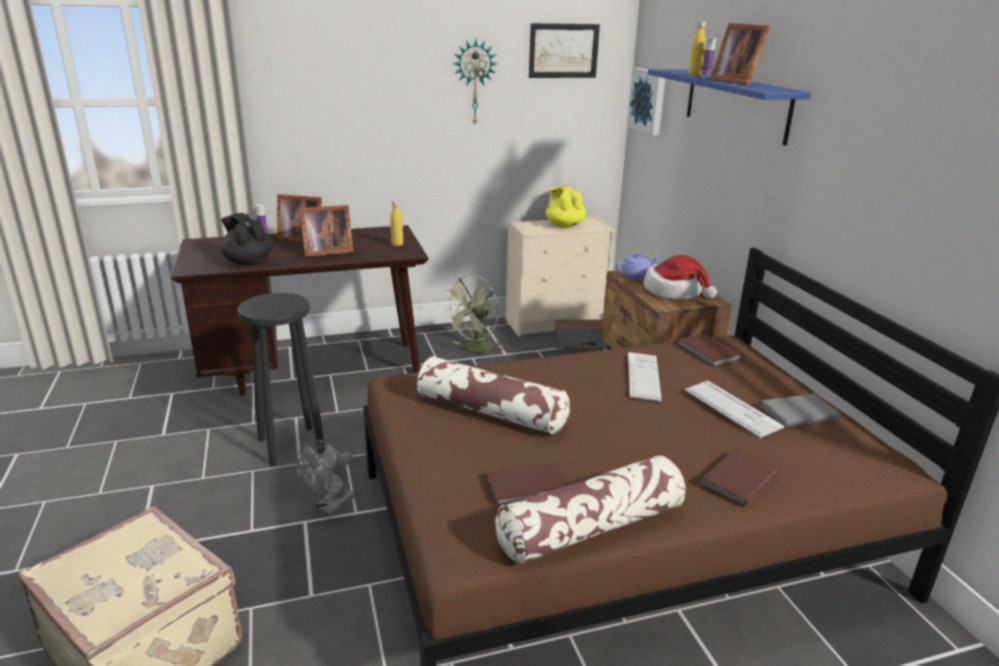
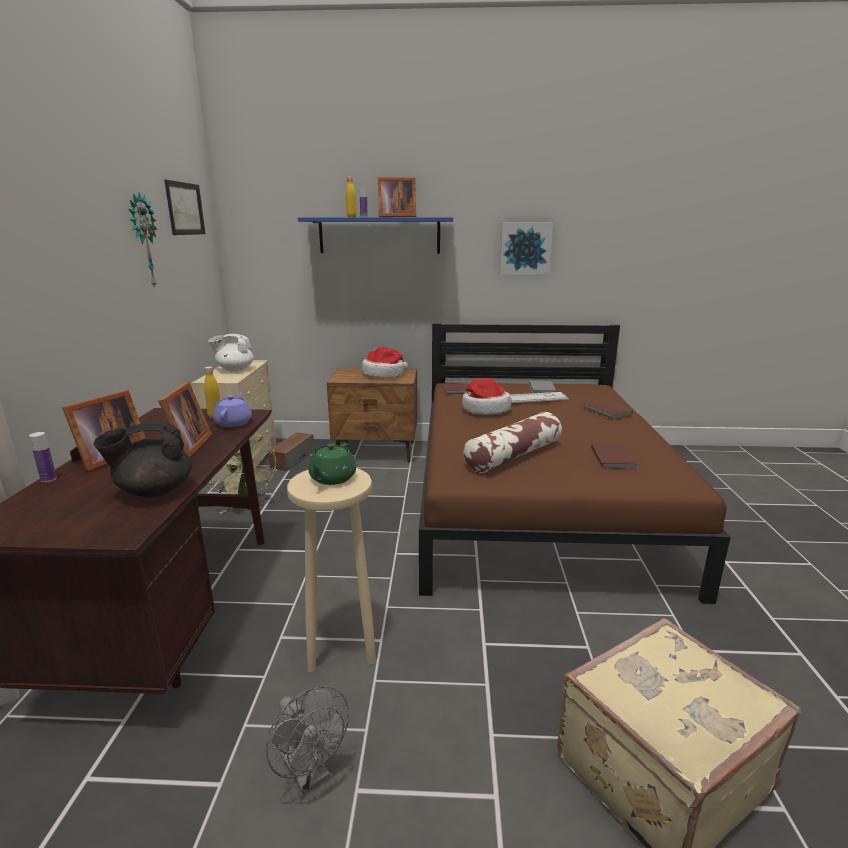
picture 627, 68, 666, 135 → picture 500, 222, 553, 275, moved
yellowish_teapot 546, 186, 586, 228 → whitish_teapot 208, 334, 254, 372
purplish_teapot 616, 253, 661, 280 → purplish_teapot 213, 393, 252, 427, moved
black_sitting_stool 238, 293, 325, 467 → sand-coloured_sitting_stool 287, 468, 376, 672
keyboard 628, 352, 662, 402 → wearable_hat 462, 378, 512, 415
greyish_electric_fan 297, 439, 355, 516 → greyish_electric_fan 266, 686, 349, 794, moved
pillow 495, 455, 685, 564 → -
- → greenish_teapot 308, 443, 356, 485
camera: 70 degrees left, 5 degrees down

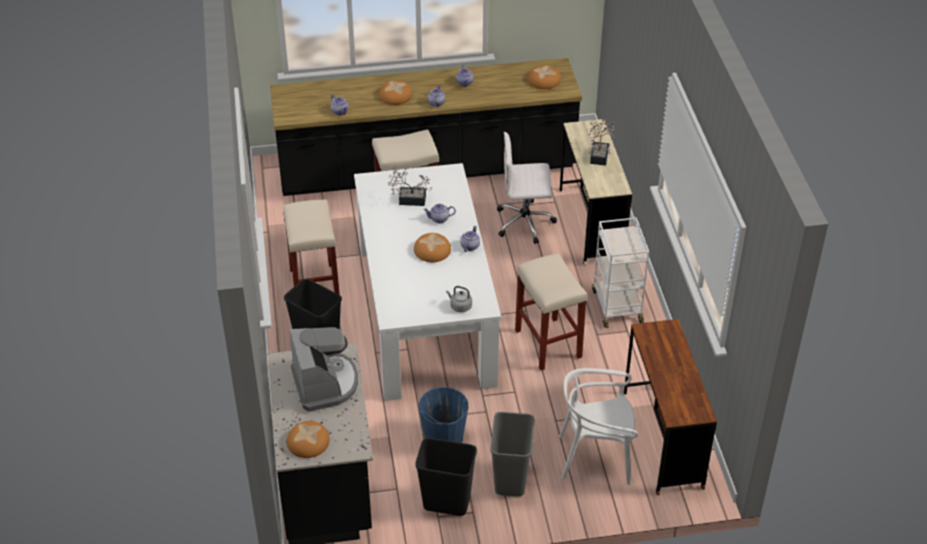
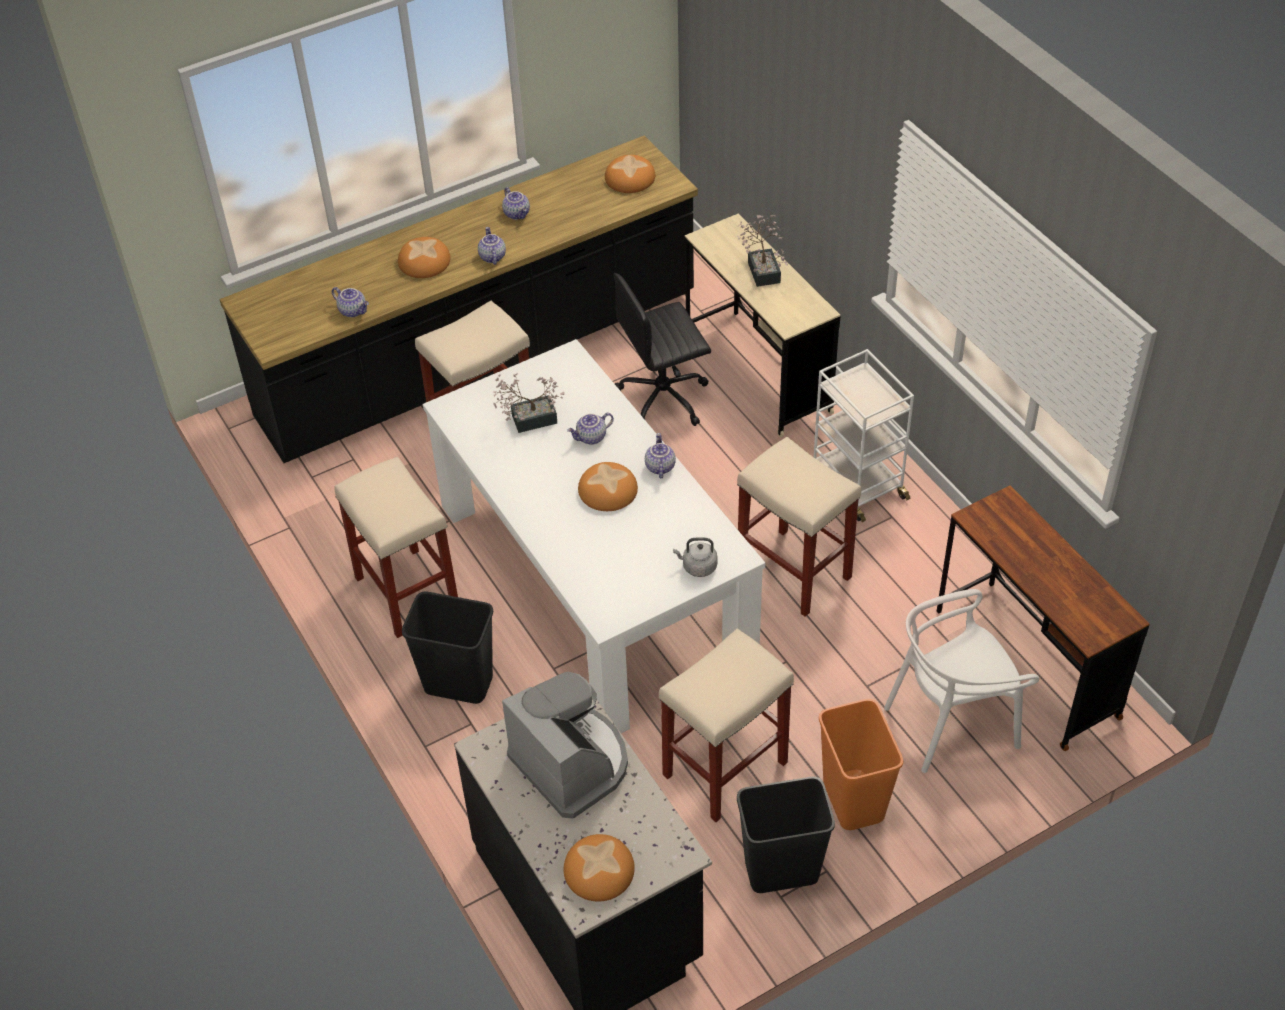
whitish_desk_chair 497, 132, 557, 244 → black_desk_chair 613, 273, 711, 426
bluish_water_bucket 419, 387, 468, 443 → sand-coloured_sitting_stool 659, 628, 794, 822
greyish_waste_bin 490, 412, 534, 497 → orange_waste_bin 819, 699, 903, 830
camera: 20 degrees left, 5 degrees up

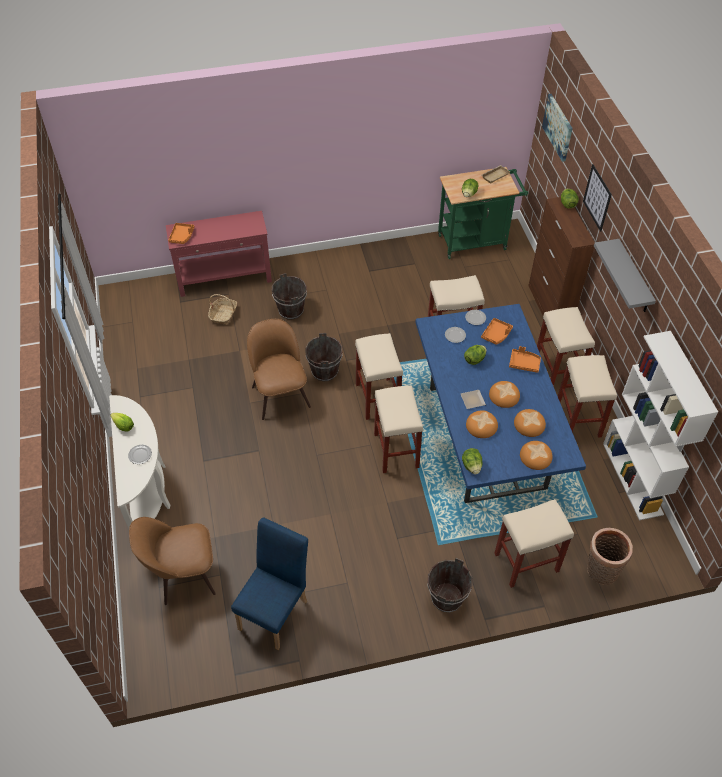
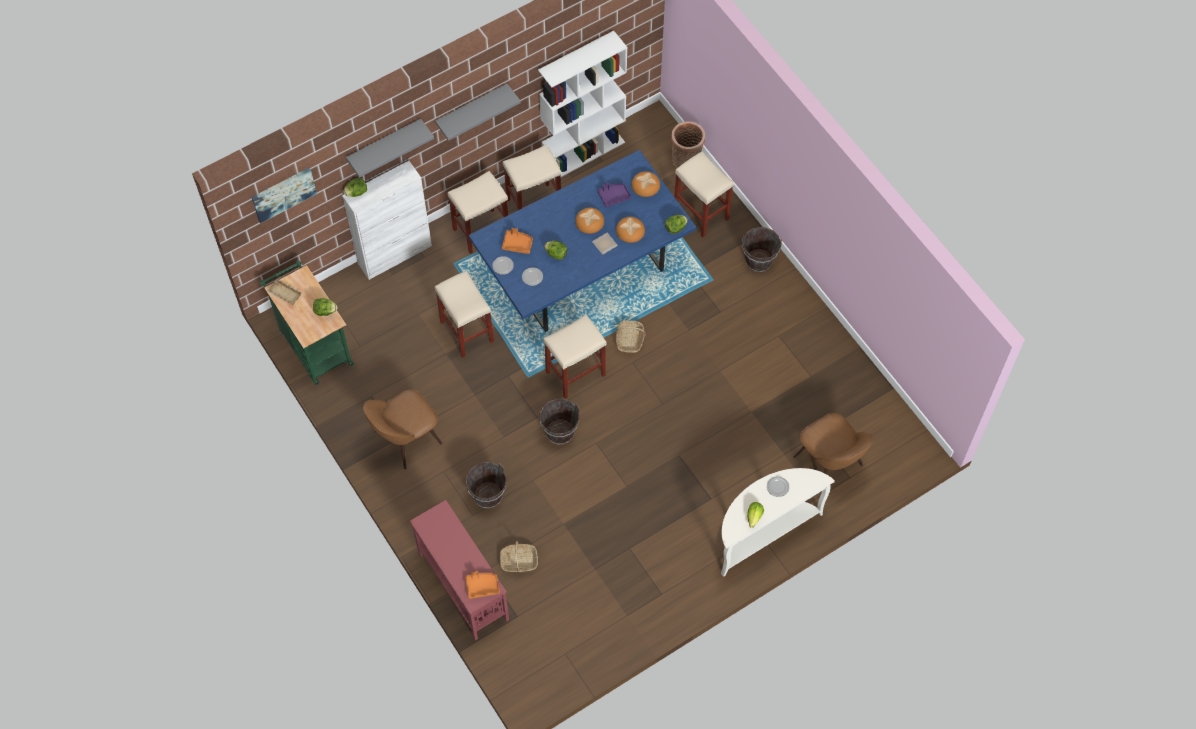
picture 583, 164, 612, 231 → greyish_shelf 346, 119, 434, 178
brown-coloured_cupboard 528, 197, 594, 316 → whitish_cupboard 342, 161, 432, 280
brown-coloured_upright_chair 247, 319, 311, 420 → brown-coloured_upright_chair 363, 389, 442, 469, moved
orange_serving_tray 509, 346, 541, 373 → -
sand-coloured_sitting_stool 374, 385, 423, 473 → household_basket 616, 321, 646, 353
baked_bread 514, 409, 546, 437 → purplish_serving_tray 597, 183, 631, 208
bluish_upright_chair 231, 518, 308, 650 → -
camera: 110 degrees left, 10 degrees up

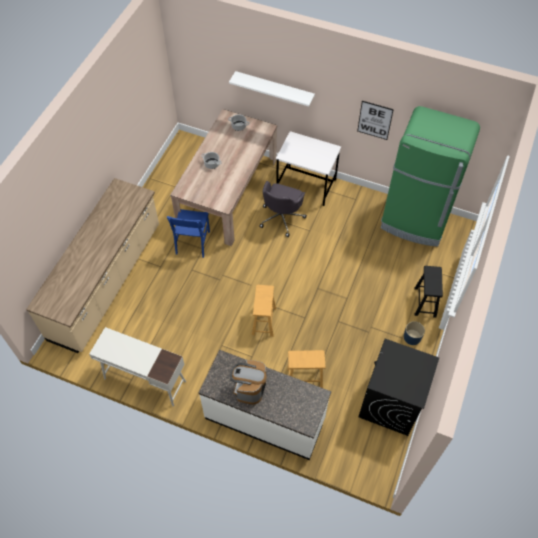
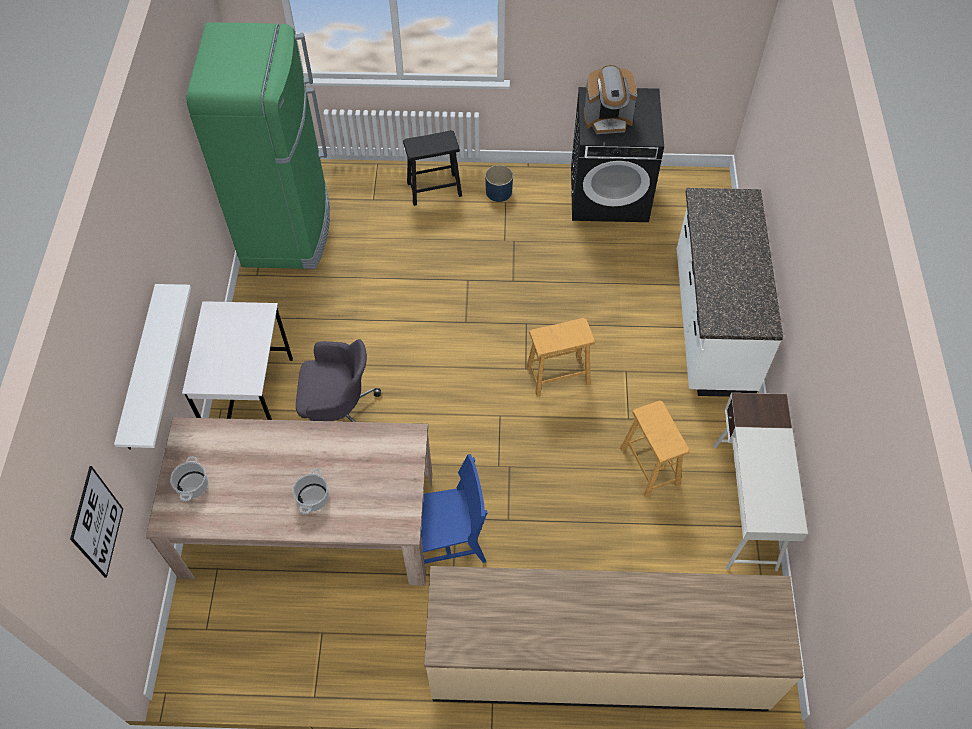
picture 357, 101, 394, 140 → picture 70, 466, 123, 578, moved
brown-coloured_sitting_stool 287, 350, 325, 388 → brown-coloured_sitting_stool 620, 401, 690, 497, moved
coffee_brewer 230, 360, 267, 405 → coffee_brewer 584, 65, 637, 134, moved
camera: 110 degrees left, 0 degrees up

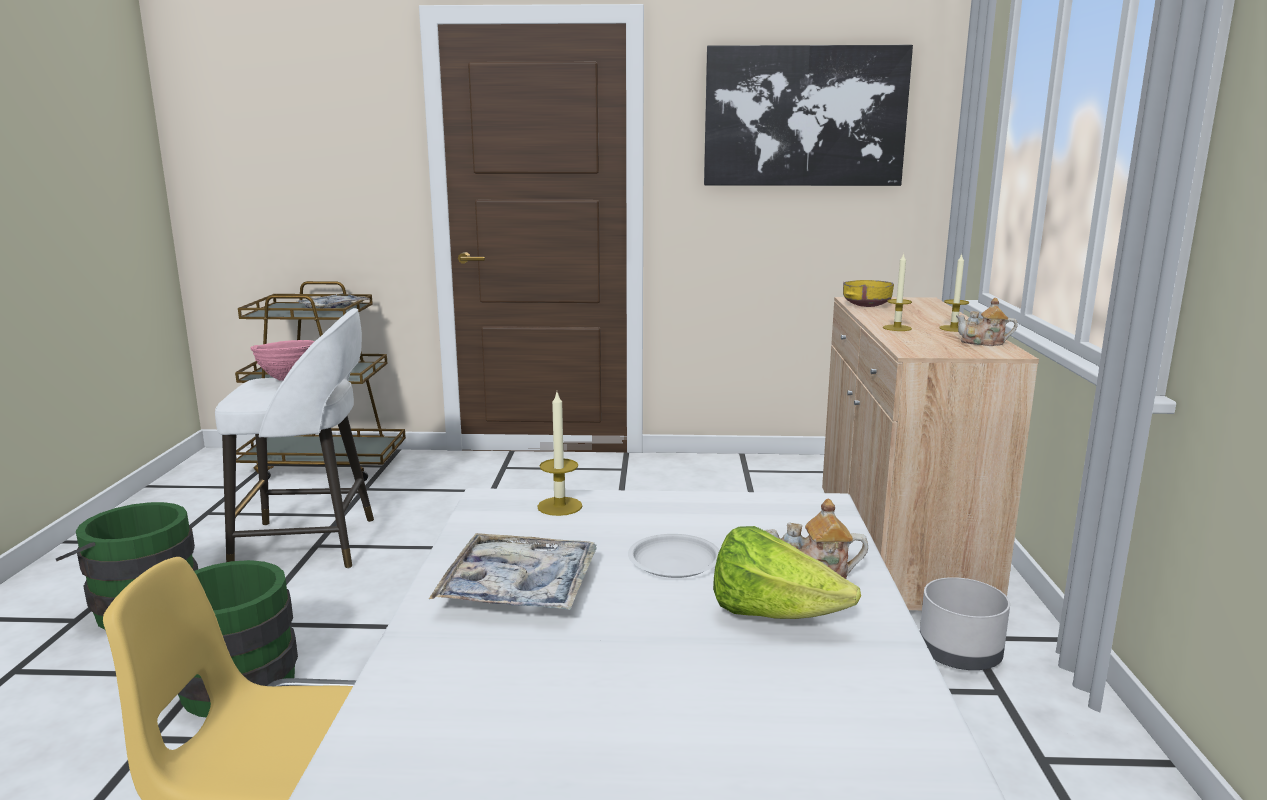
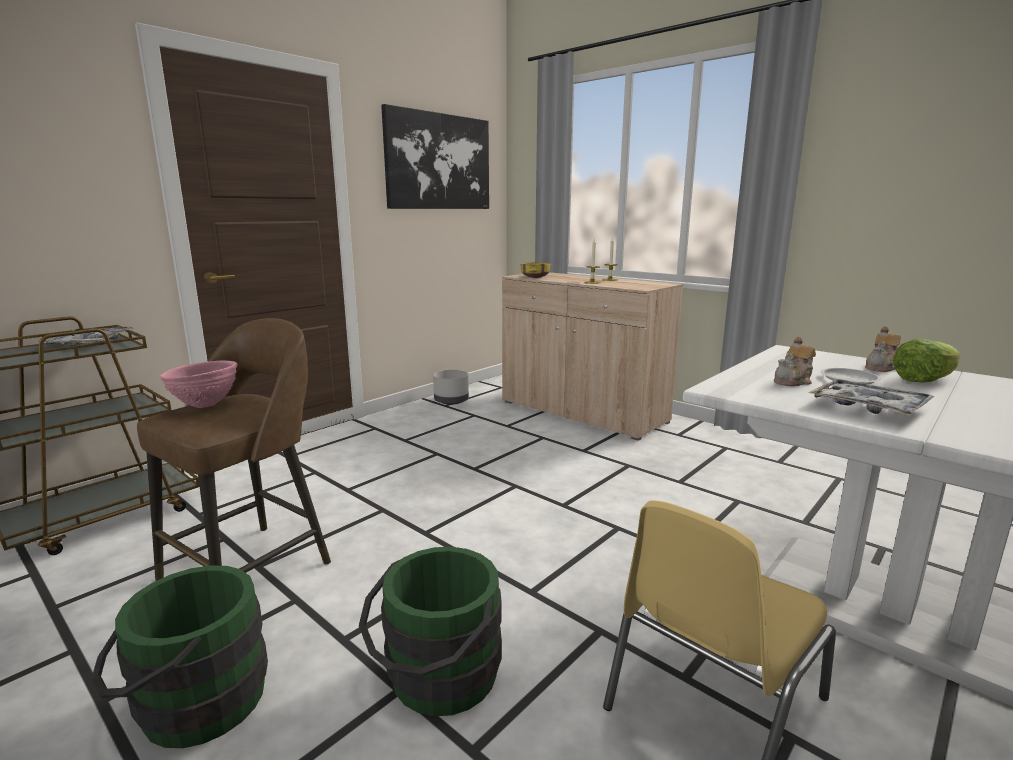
teapot 956, 298, 1017, 346 → teapot 774, 337, 816, 386, moved
whitish_sitting_stool 215, 308, 374, 568 → brown-coloured_sitting_stool 137, 318, 331, 581
wax_light 537, 392, 582, 516 → -
greyish_plant_pot 920, 577, 1010, 670 → greyish_plant_pot 433, 370, 469, 405, moved
camera: 50 degrees left, 0 degrees up

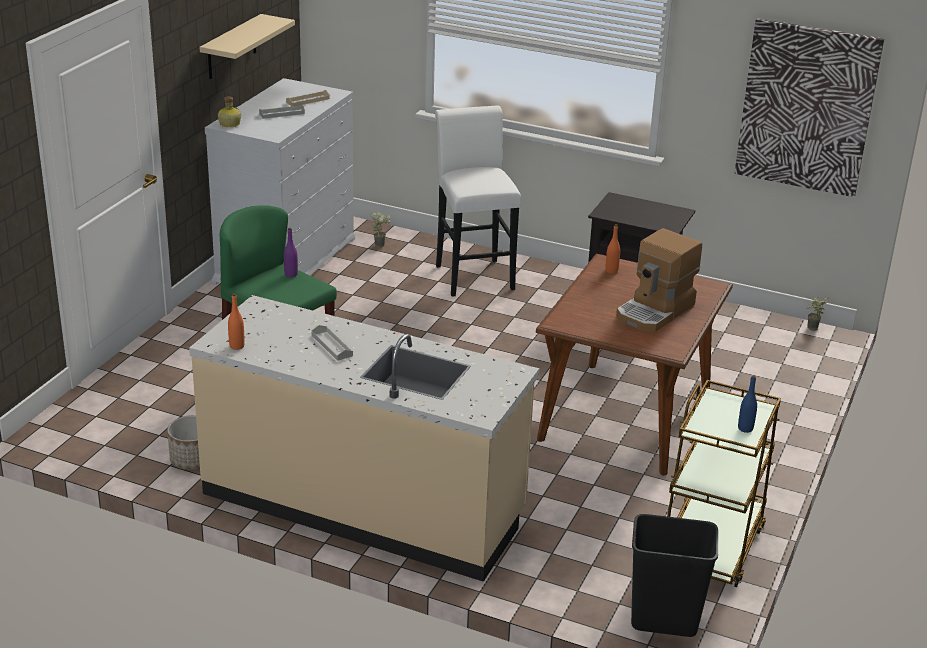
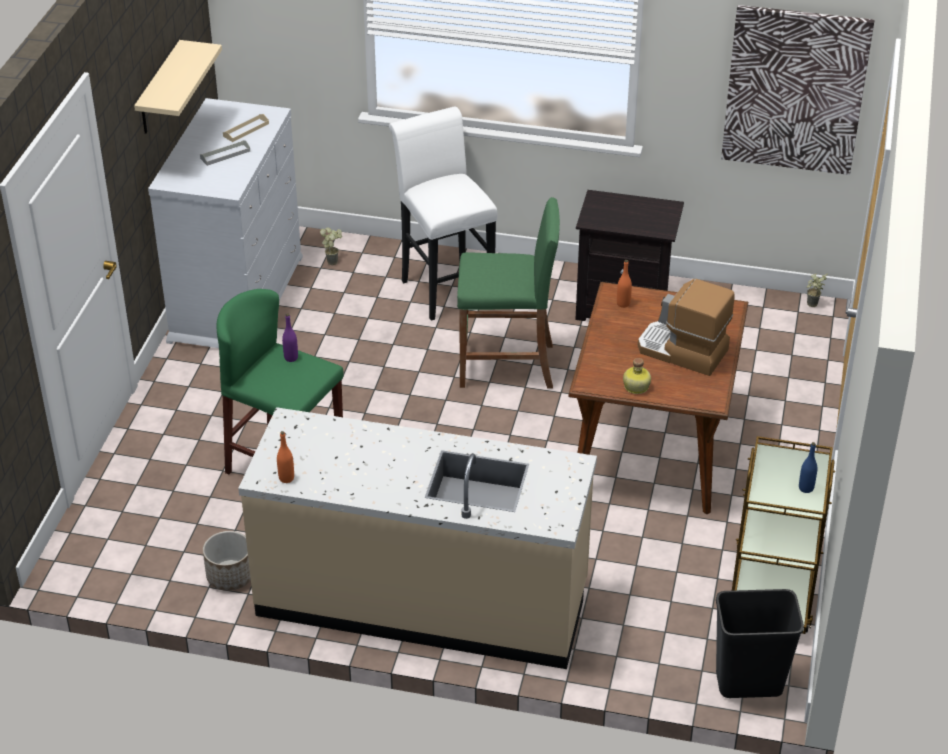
drink_bottle 218, 96, 241, 127 → drink_bottle 623, 358, 651, 394, moved
coffee_brewer 616, 228, 702, 332 → coffee_brewer 638, 279, 735, 376, 90 degrees clockwise
greyish_serving_tray 312, 325, 353, 361 → -
- → greenish_sitting_stool 457, 197, 560, 389
camera: 10 degrees left, 10 degrees up

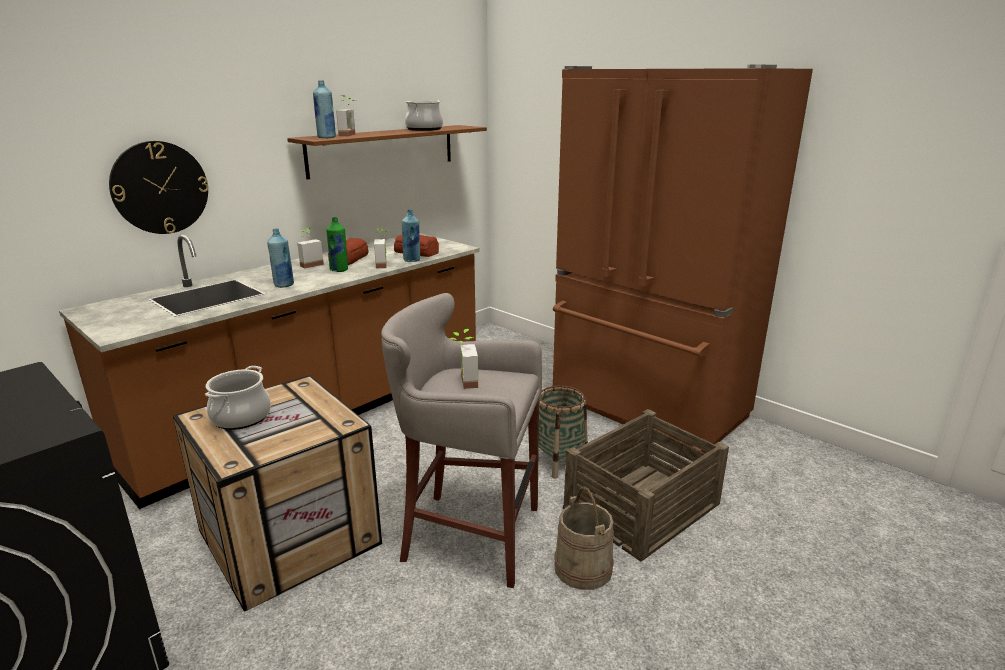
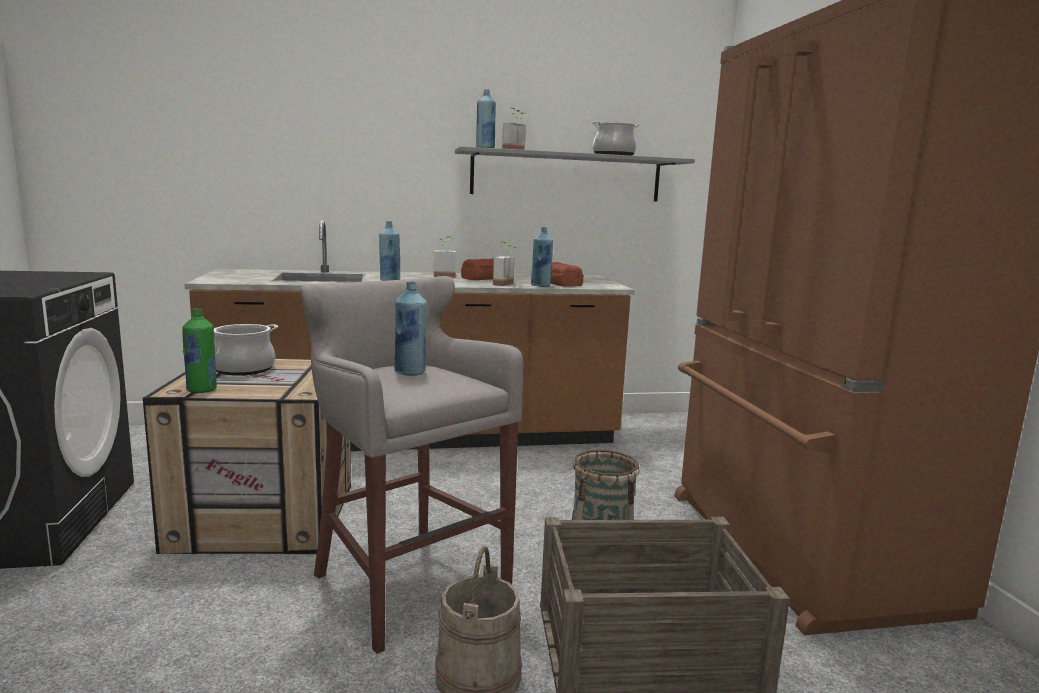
brown-coloured_shelf 287, 125, 487, 179 → greyish_shelf 455, 146, 695, 202
wall_clock 109, 141, 209, 234 → -
greenish_drink_bottle 326, 217, 348, 272 → greenish_drink_bottle 183, 308, 217, 393, moved
potted_plant 450, 329, 478, 389 → bluish_drink_bottle 394, 281, 427, 376
camera: 35 degrees right, 10 degrees down

